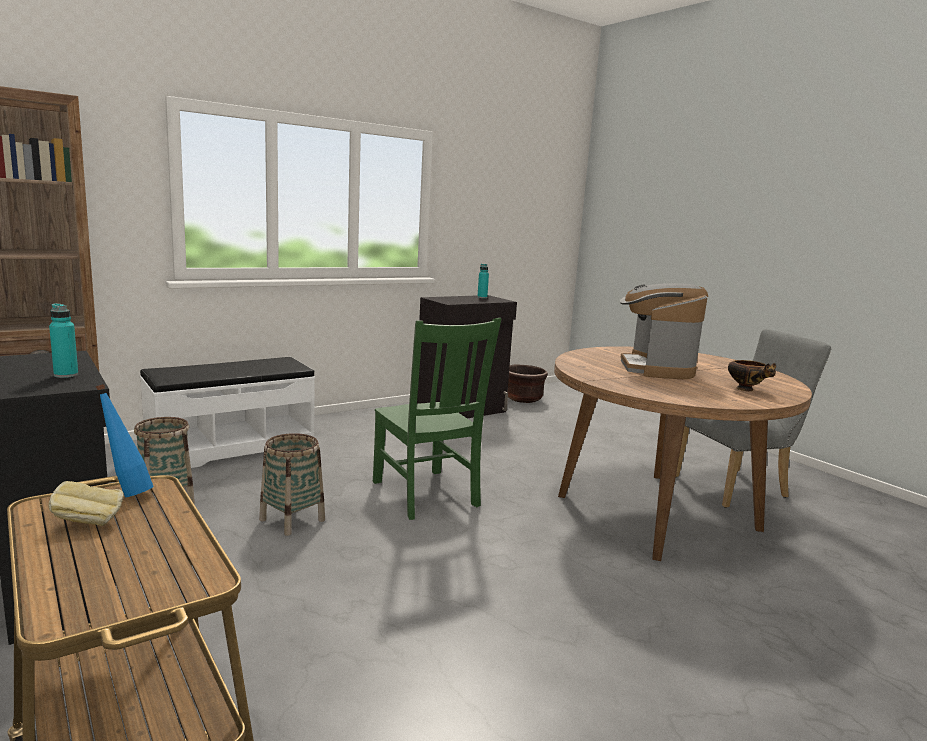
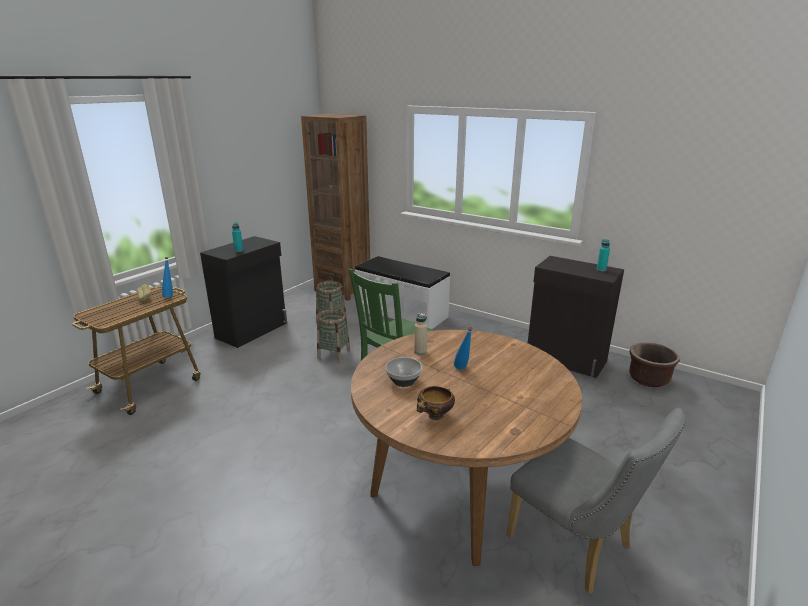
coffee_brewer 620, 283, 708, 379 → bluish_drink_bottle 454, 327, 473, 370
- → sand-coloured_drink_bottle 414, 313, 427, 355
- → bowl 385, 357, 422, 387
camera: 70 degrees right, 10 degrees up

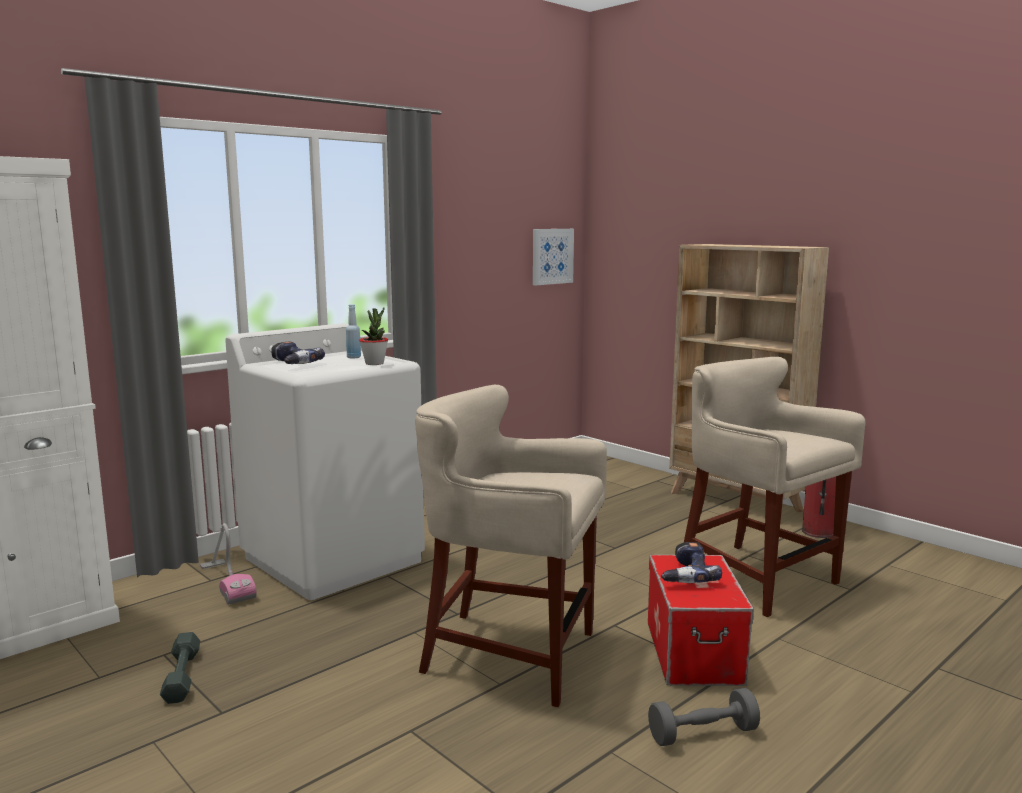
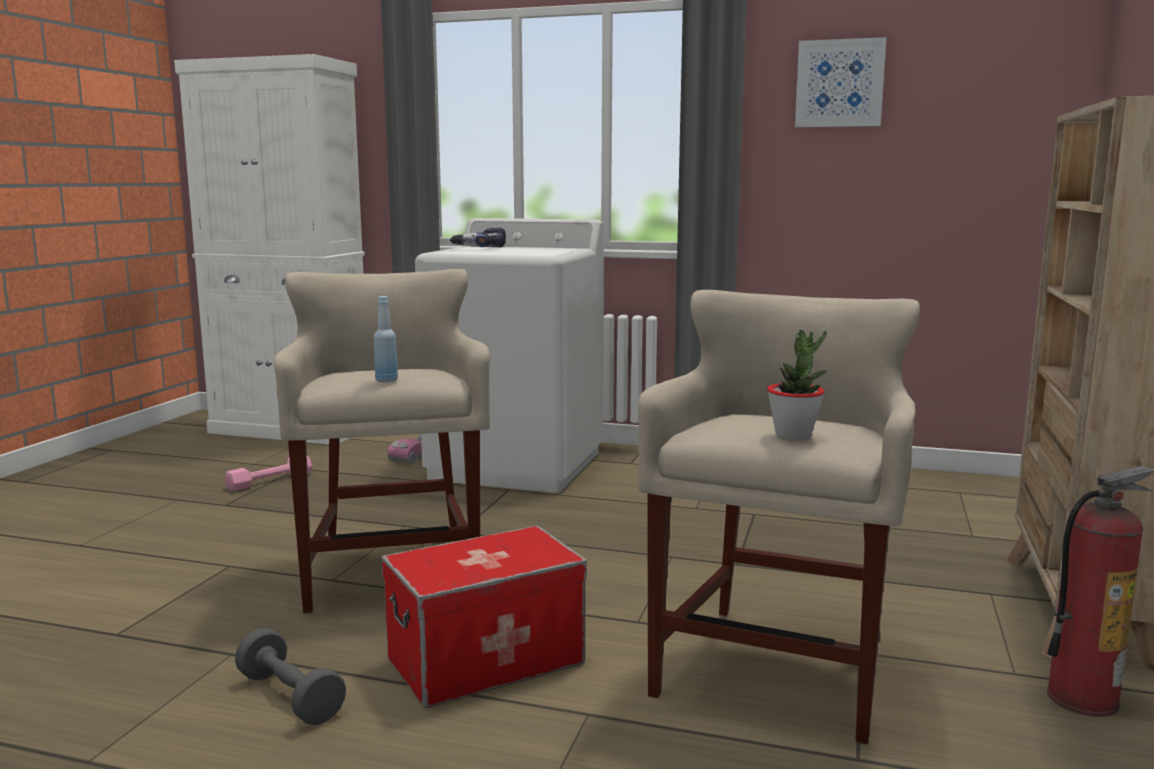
picture 533, 229, 574, 285 → picture 795, 37, 886, 127, moved
bluish_drink_bottle 346, 304, 361, 358 → bluish_drink_bottle 374, 296, 398, 382, moved
potted_plant 359, 308, 388, 365 → potted_plant 767, 330, 827, 440, moved
power_drill 661, 542, 722, 583 → -
greyish_dumbbell 160, 632, 200, 704 → pink_dumbbell 225, 456, 312, 491
camera: 60 degrees right, 0 degrees up

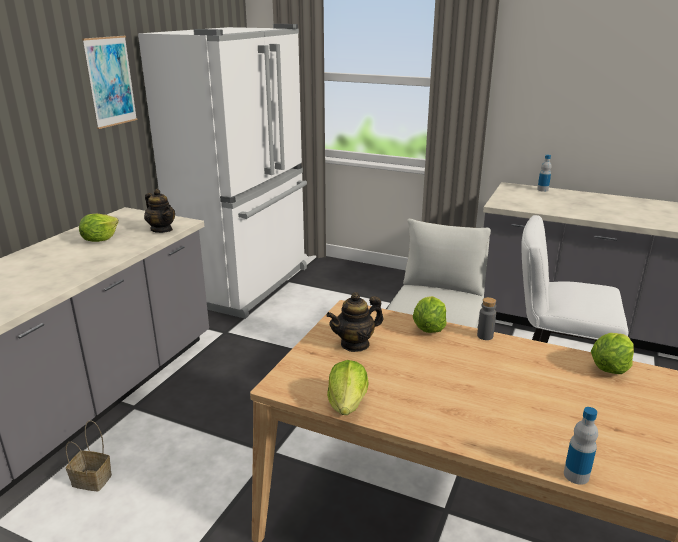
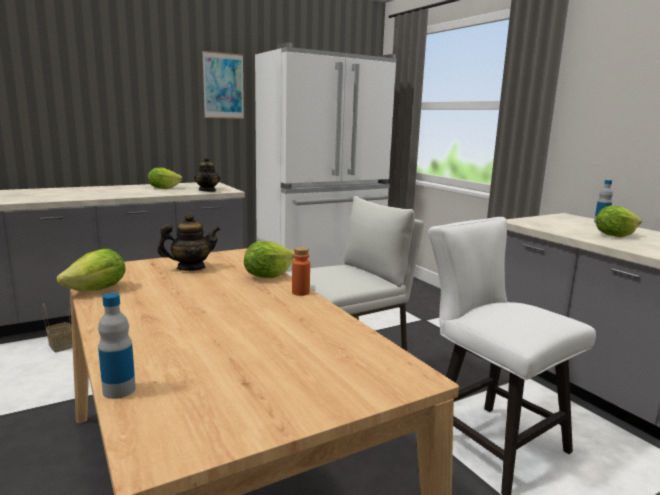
teapot 326, 292, 383, 352 → teapot 157, 213, 221, 271, 150 degrees clockwise
greyish_drink_bottle 477, 297, 496, 340 → orange_drink_bottle 292, 247, 310, 296
lettuce_head 591, 333, 634, 374 → lettuce_head 596, 206, 642, 237, moved
camera: 35 degrees right, 10 degrees down

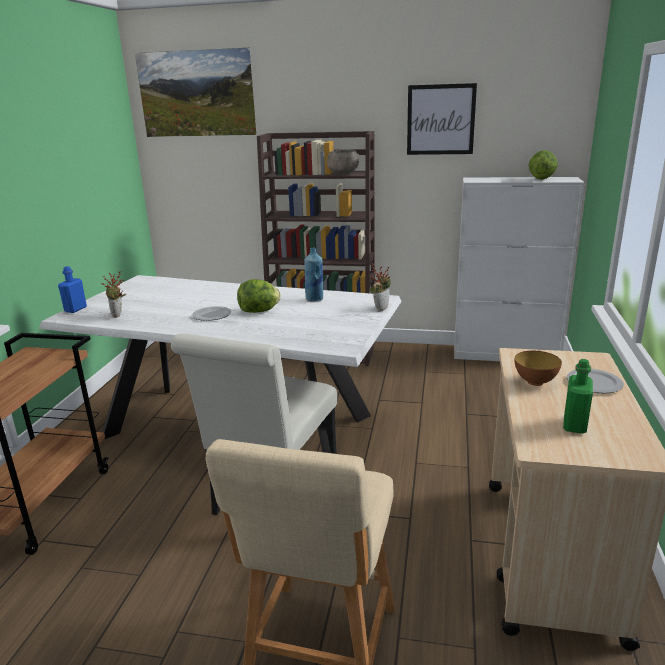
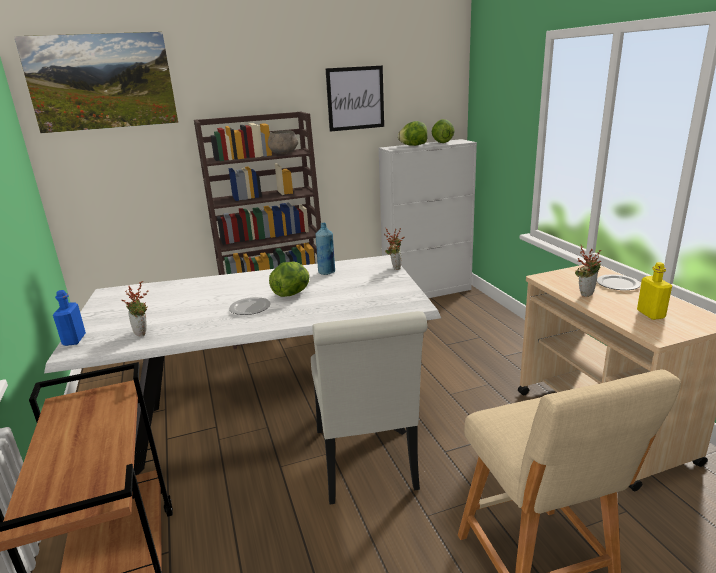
bowl 515, 351, 562, 386 → potted_plant 575, 245, 601, 297
greenish_drink_bottle 563, 359, 593, 434 → yellowish_drink_bottle 637, 262, 672, 320
- → lettuce_head 398, 121, 428, 146
camera: 30 degrees left, 0 degrees up

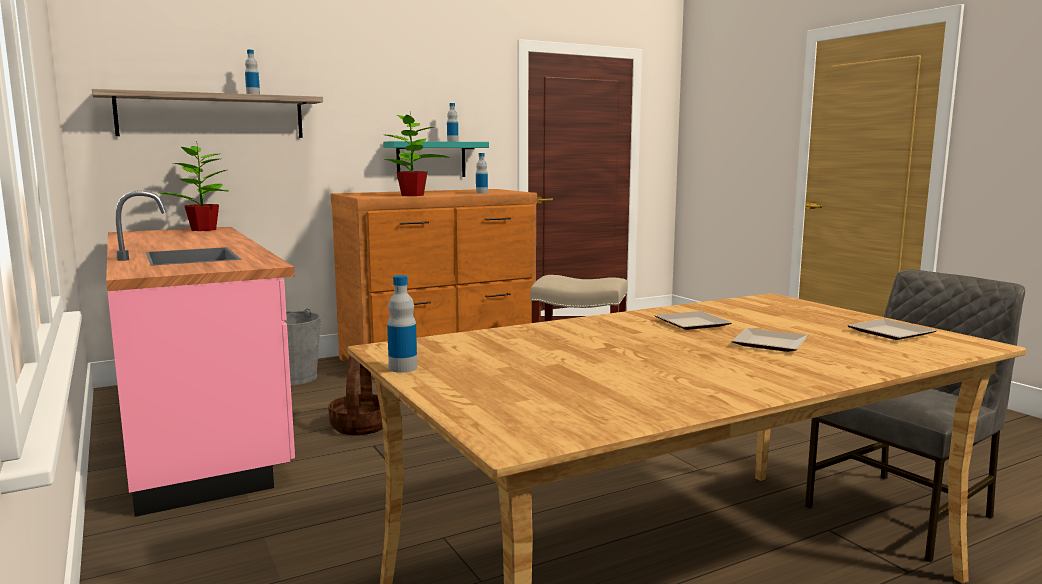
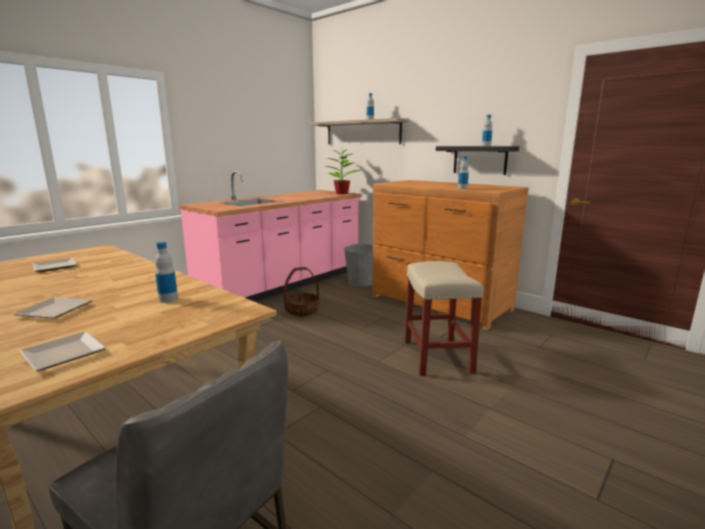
potted_plant 385, 110, 451, 196 → -
blue-green_shelf 383, 141, 489, 178 → black_shelf 436, 146, 519, 175
drink_bottle 387, 275, 417, 373 → drink_bottle 155, 242, 178, 303, moved
plate 654, 311, 732, 330 → plate 33, 258, 78, 272, moved
camera: 70 degrees right, 5 degrees up

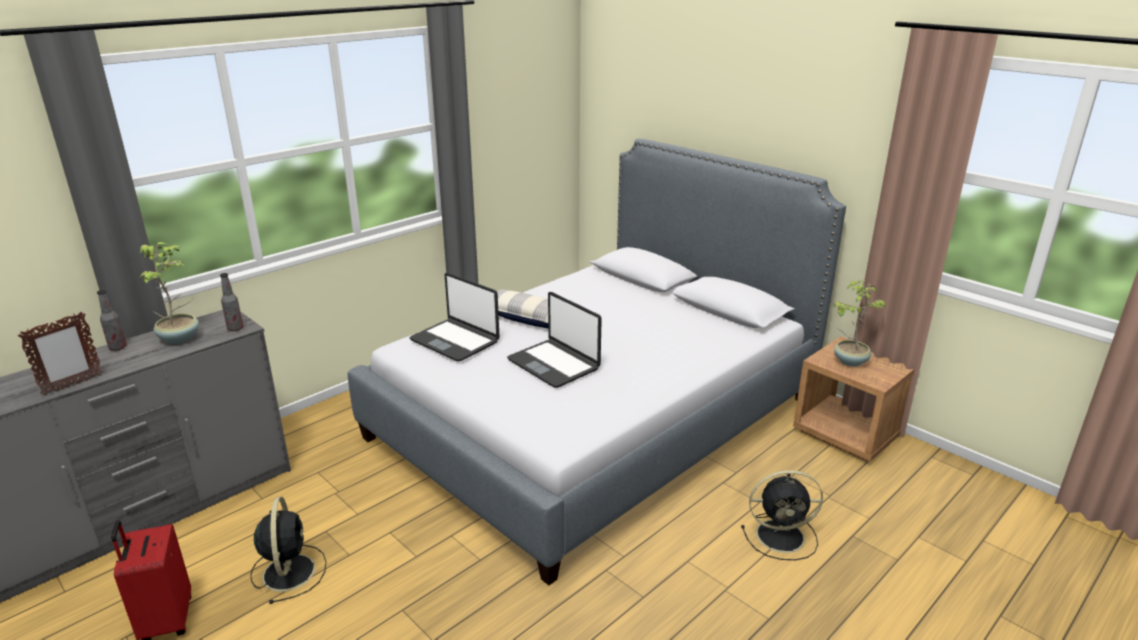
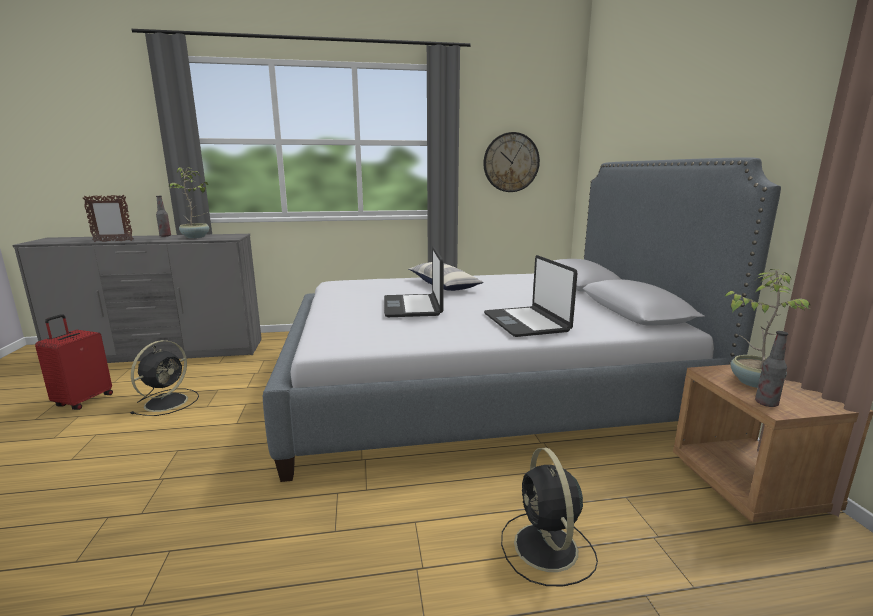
drink_bottle 220, 273, 243, 331 → drink_bottle 755, 331, 788, 407, moved
laptop 409, 273, 500, 361 → laptop 484, 255, 578, 337, moved
black_electric_fan 741, 470, 823, 560 → black_electric_fan 501, 447, 598, 586, 45 degrees clockwise
- → wall_clock 483, 132, 540, 192
camera: 35 degrees right, 10 degrees down

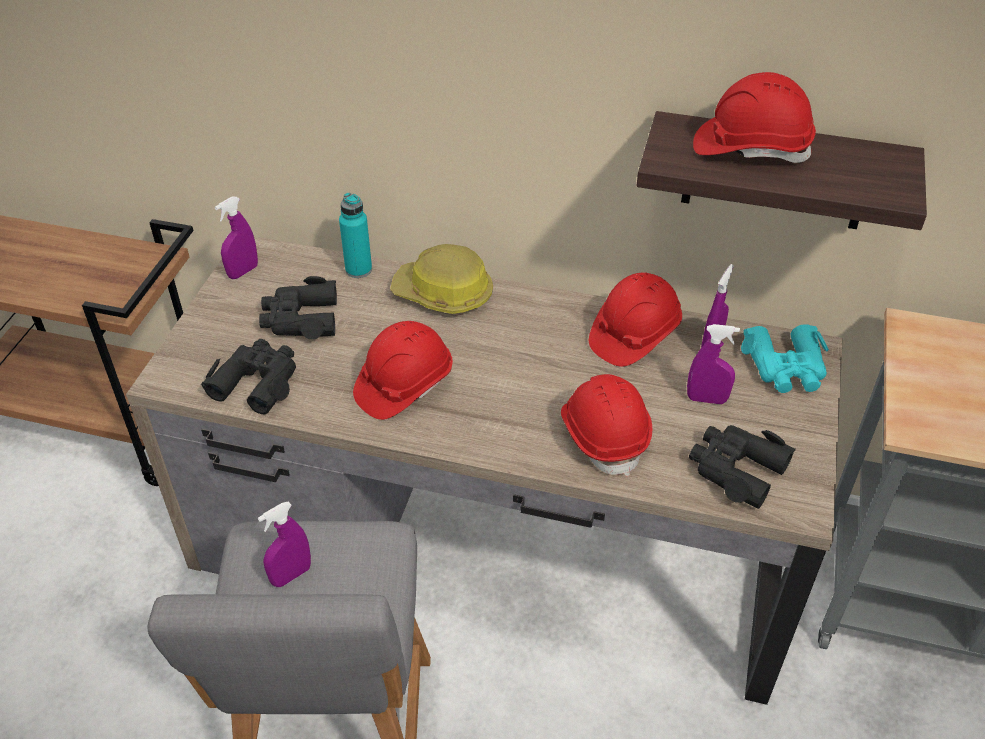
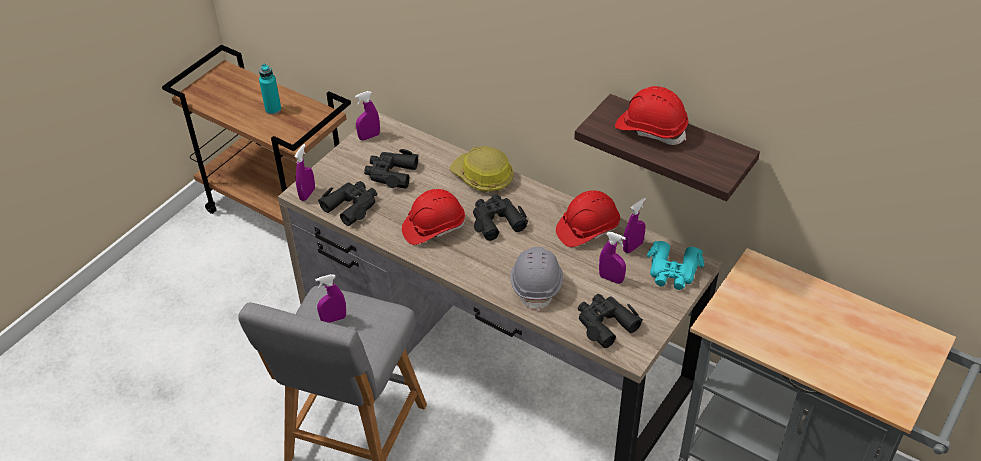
blue-green_drink_bottle 339, 193, 372, 278 → blue-green_drink_bottle 259, 64, 281, 115, moved
reddish_work_helmet 561, 374, 652, 476 → greyish_work_helmet 511, 247, 563, 311
- → purplish_hand_sprayer 294, 144, 315, 201
- → black_pair_of_binoculars 473, 194, 528, 241
camera: 20 degrees right, 0 degrees up

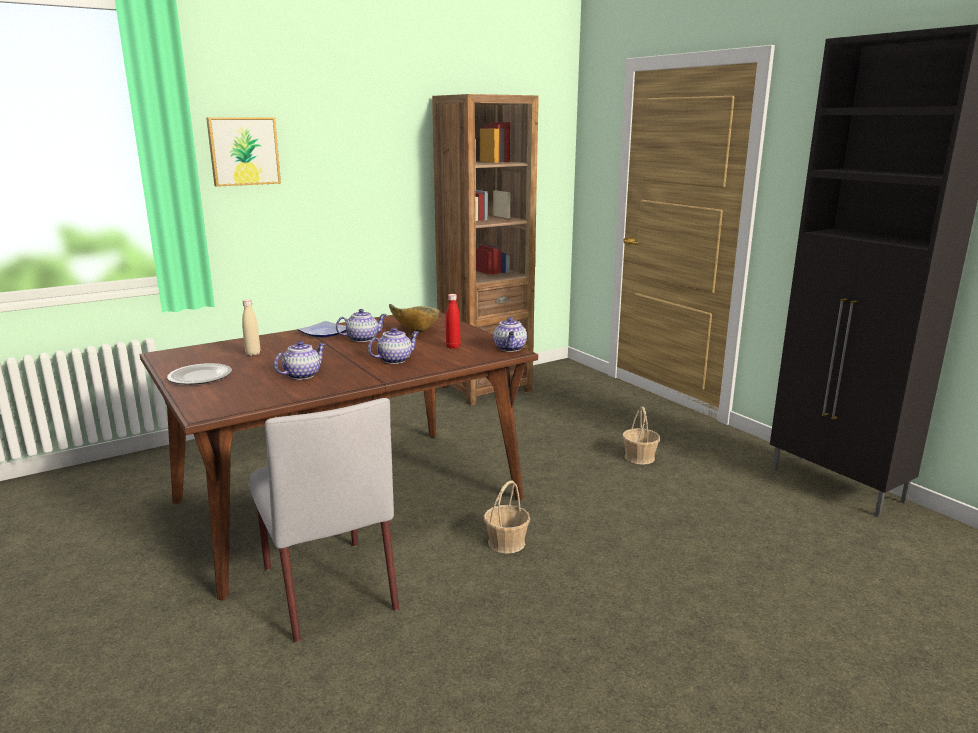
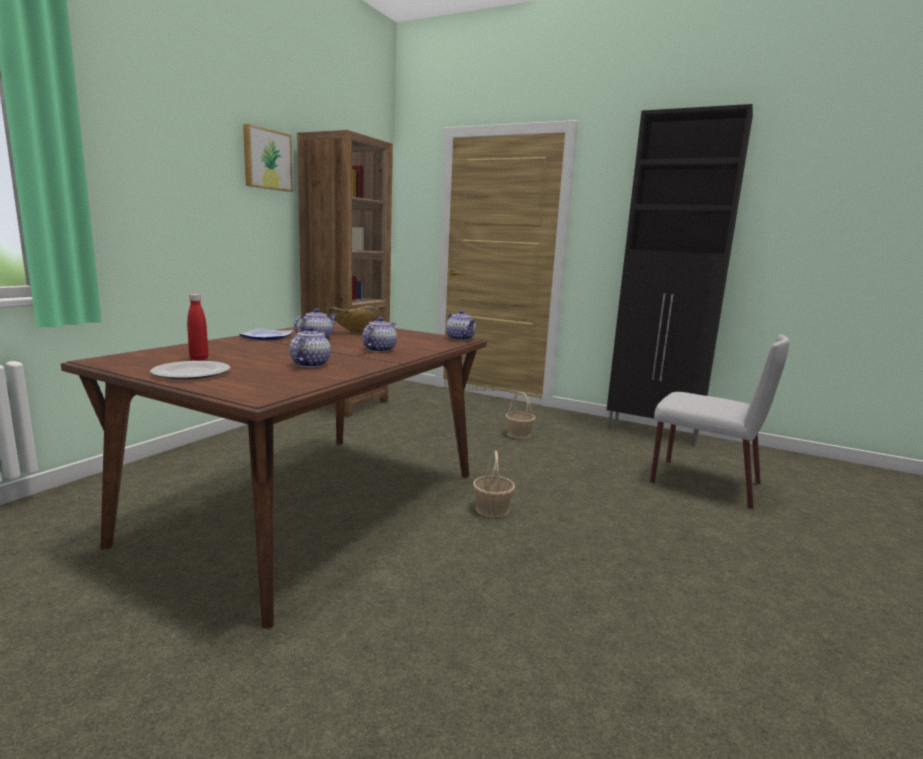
picture 206, 117, 281, 187 → picture 243, 124, 293, 192, moved
reddish_drink_bottle 446, 294, 460, 349 → reddish_drink_bottle 187, 294, 208, 361, moved
sand-coloured_drink_bottle 242, 299, 260, 356 → -
greyish_upright_chair 248, 398, 399, 643 → greyish_upright_chair 650, 335, 790, 510, moved
camera: 30 degrees left, 5 degrees down

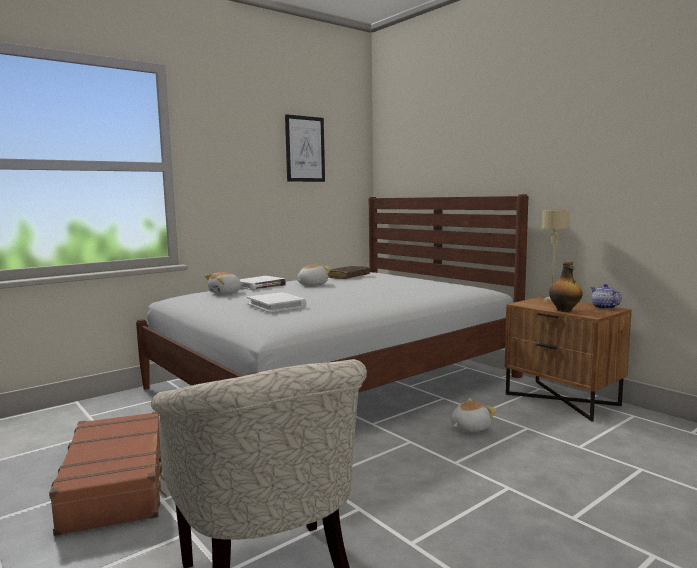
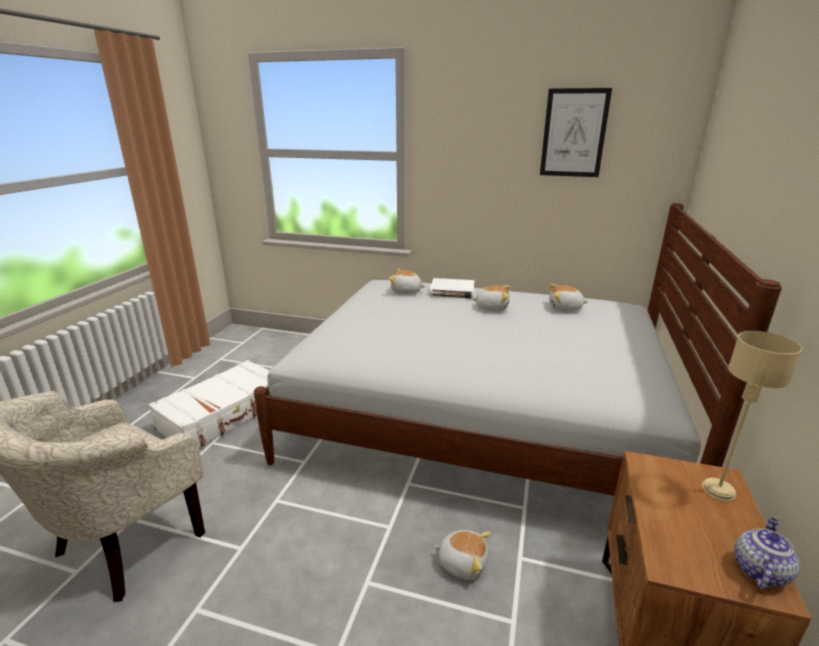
drink_bottle 549, 261, 583, 312 → -
brown-coloured_book 328, 266, 370, 279 → plush_toy 549, 284, 588, 311
whitish_book 247, 292, 306, 313 → -
brown-coloured_suitcase 49, 412, 167, 536 → whitish_suitcase 148, 360, 269, 448
camera: 55 degrees right, 15 degrees up

